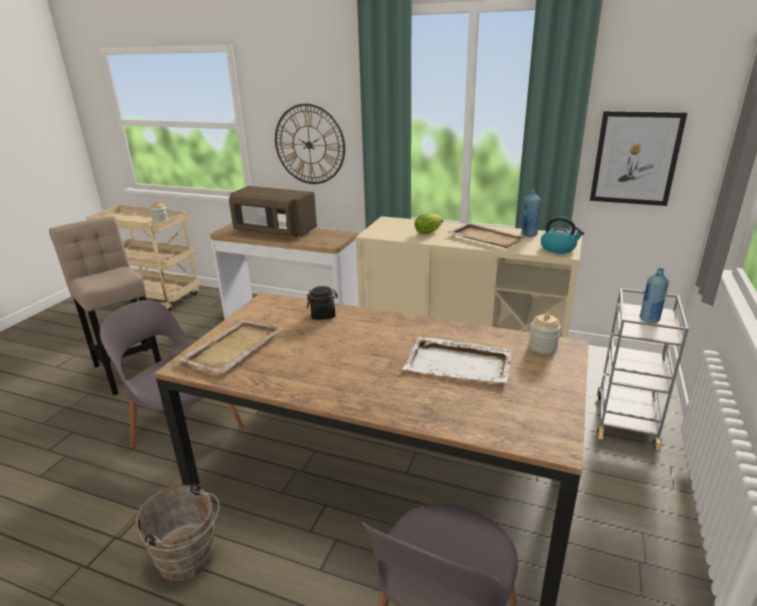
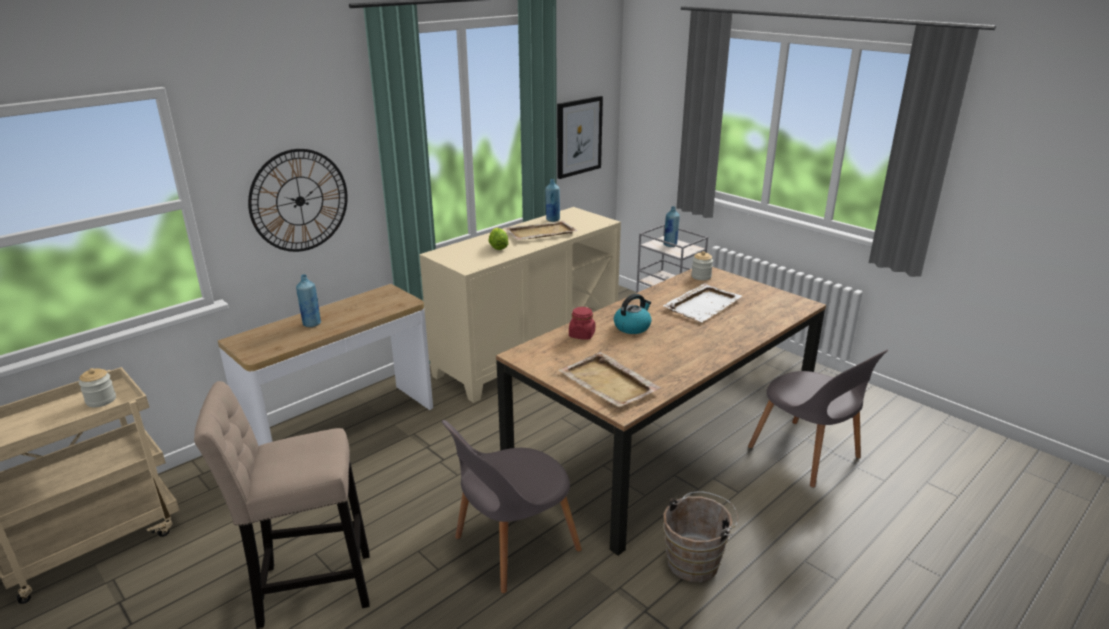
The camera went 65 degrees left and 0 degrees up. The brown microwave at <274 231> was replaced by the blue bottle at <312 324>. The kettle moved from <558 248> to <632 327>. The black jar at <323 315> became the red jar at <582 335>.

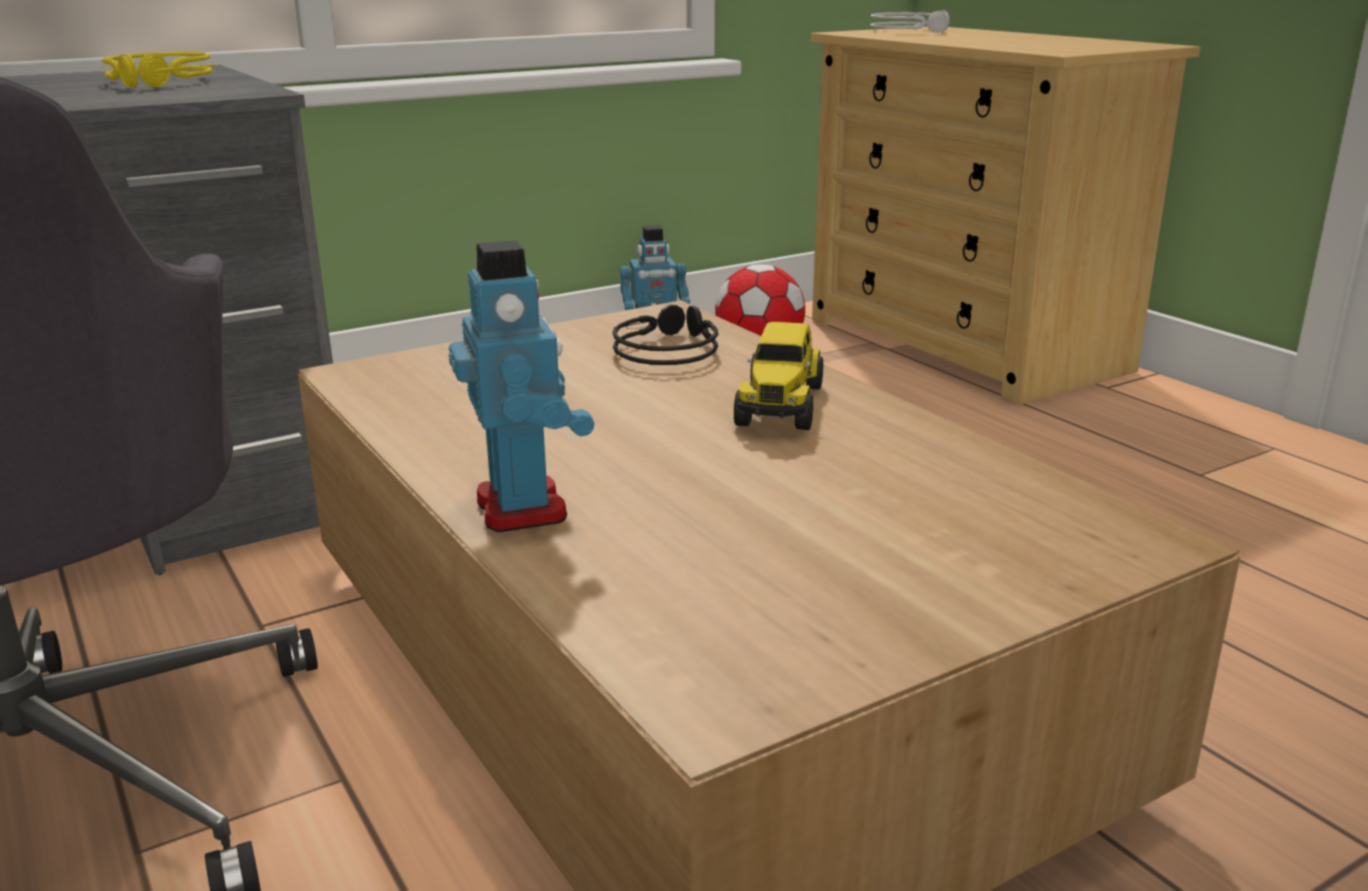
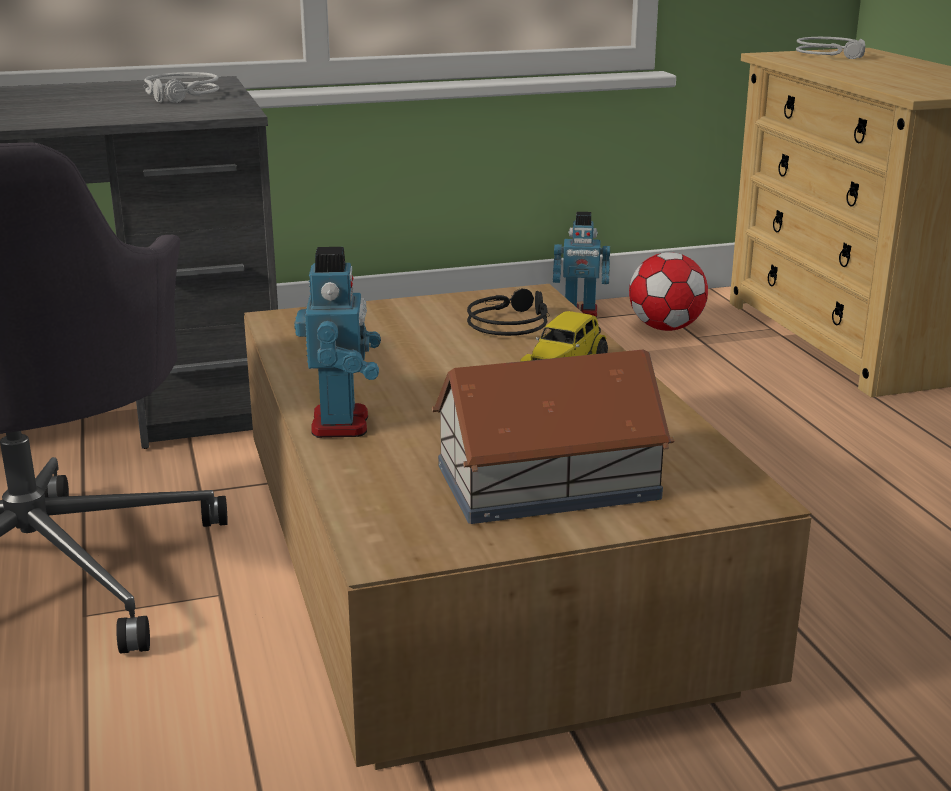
The camera went 15 degrees right and 0 degrees up. The yellow headphones at <161 82> became the grey headphones at <182 96>. The toy house at <544 481> appeared.

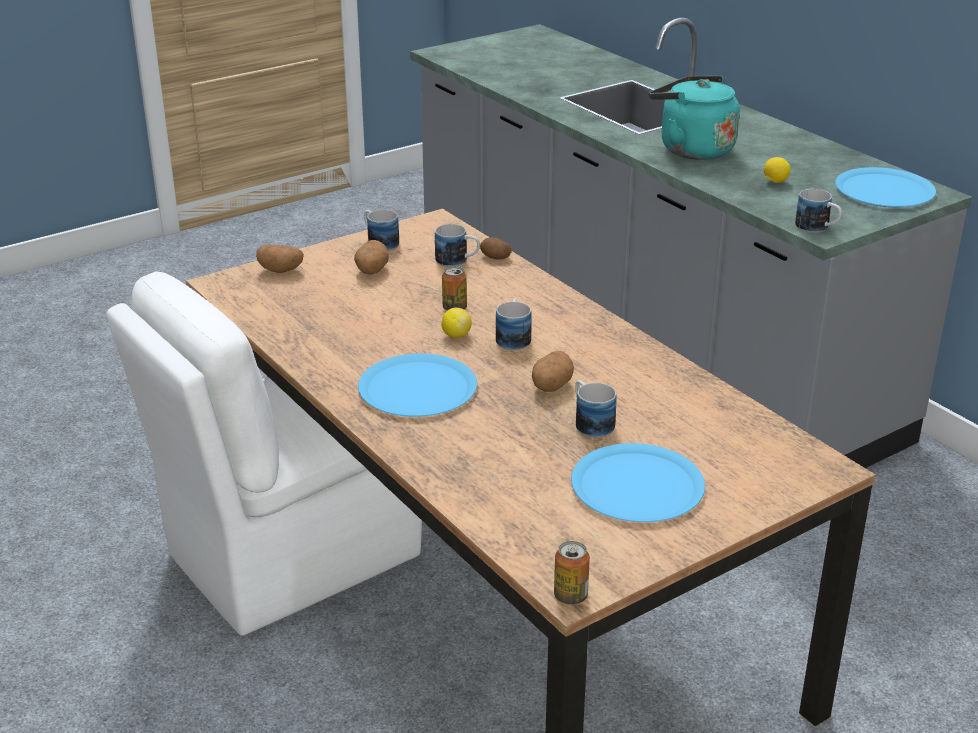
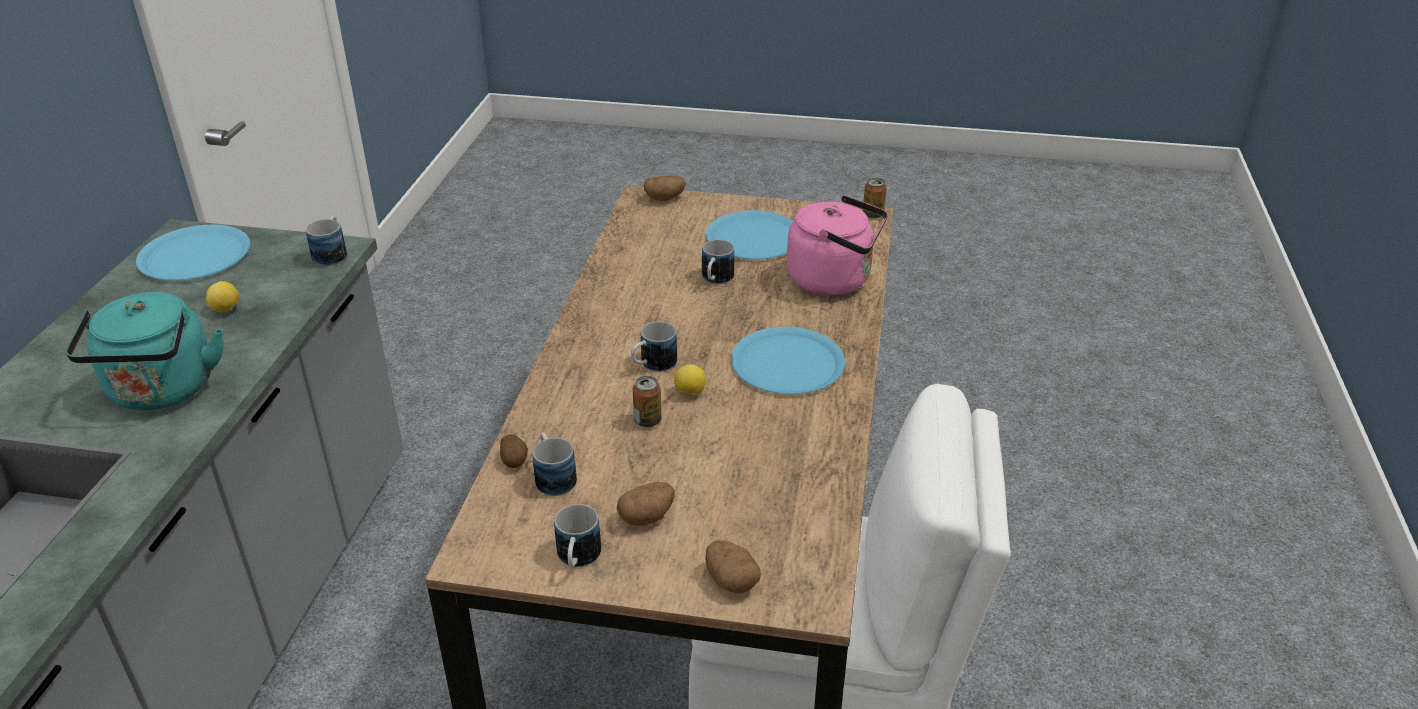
The camera went 135 degrees left and 5 degrees up. The potato moved from <551 387> to <665 198>. The pink kettle at <834 280> appeared.

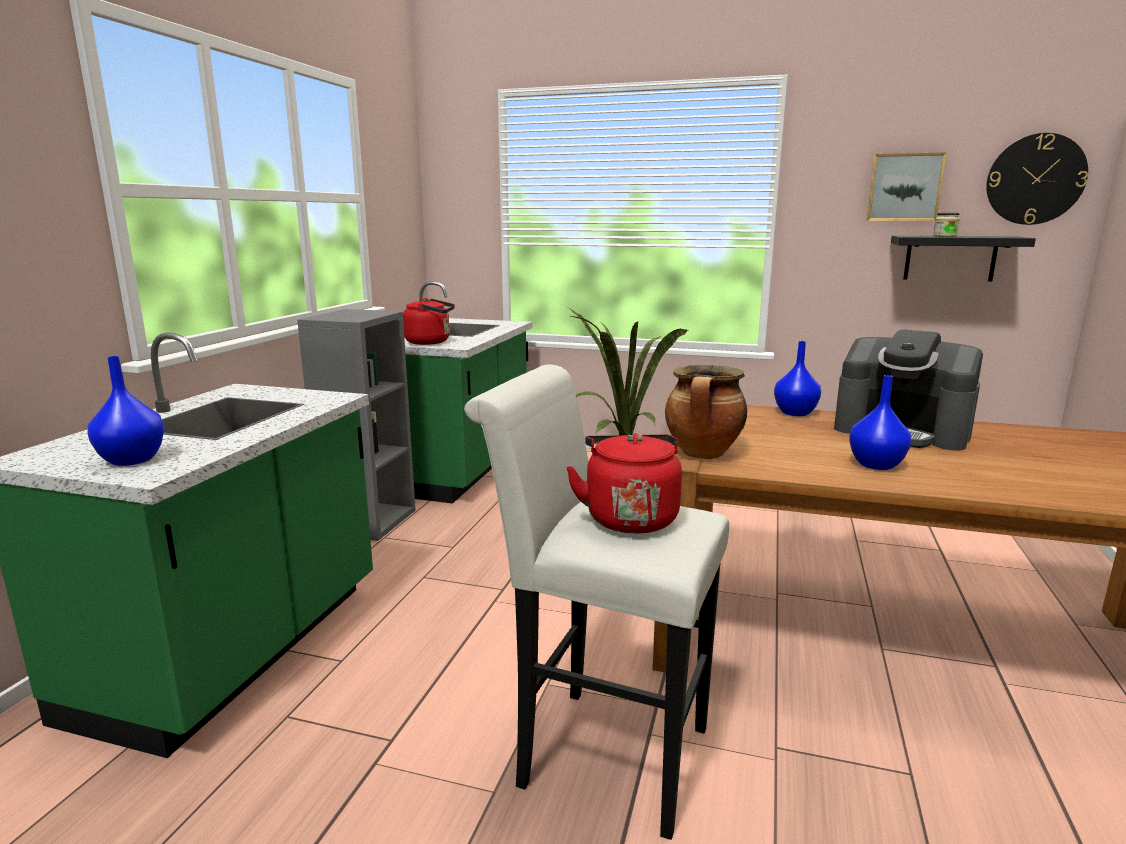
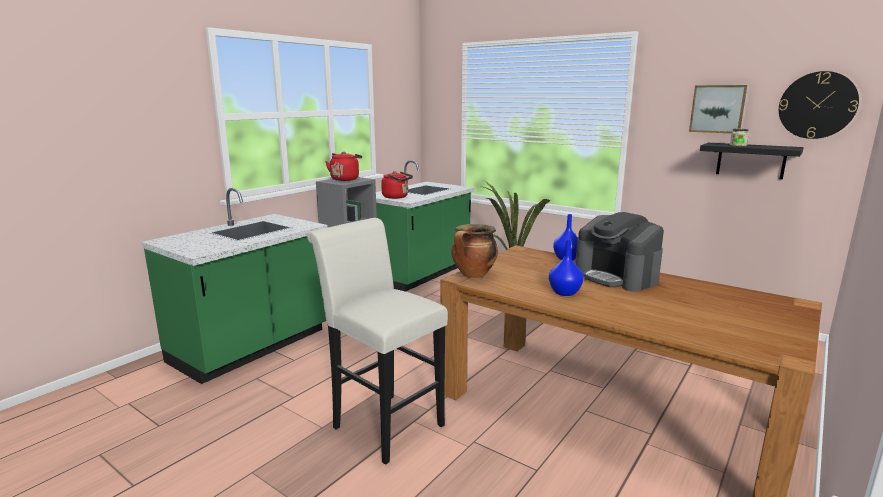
The camera went 20 degrees right and 0 degrees up. The blue vase at <132 459> disappeared. The red kettle moved from <629 517> to <345 179>.

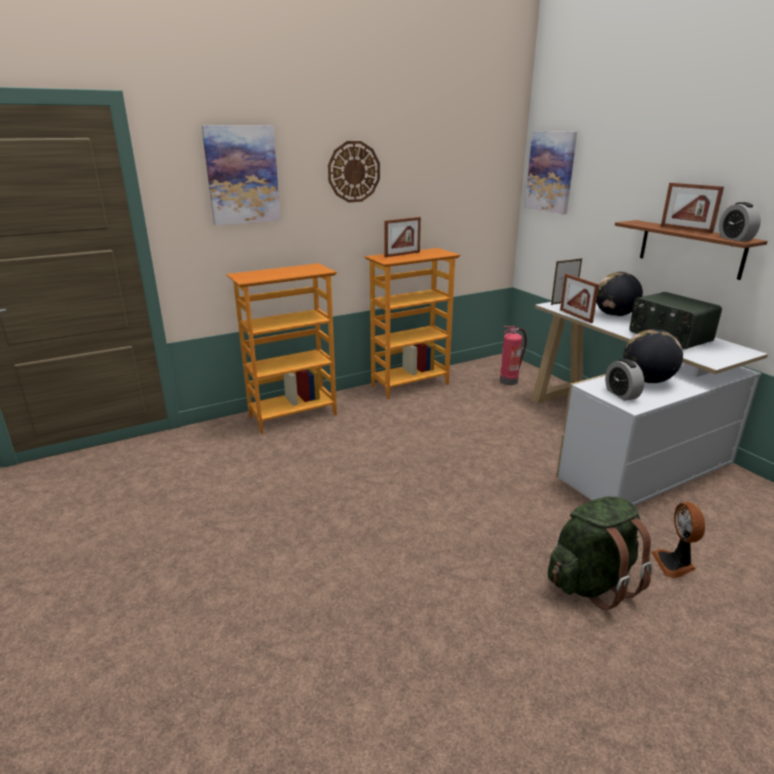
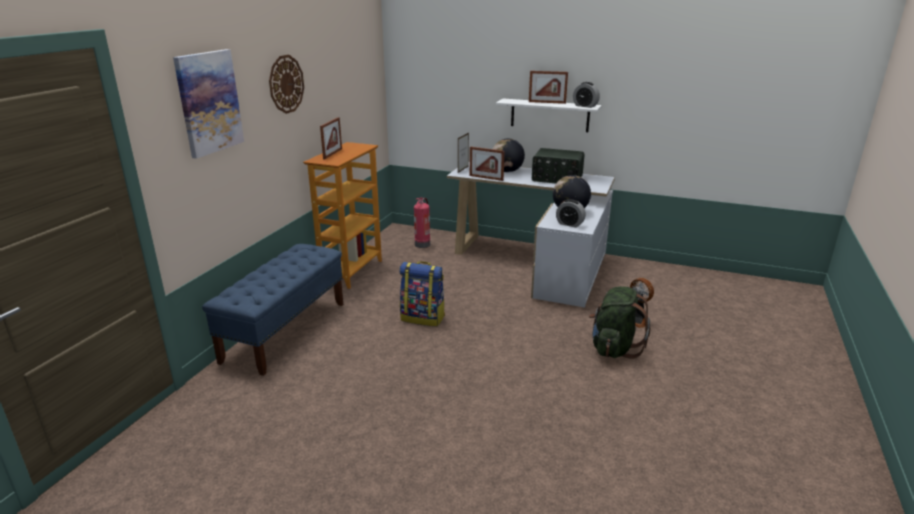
The camera went 40 degrees left and 0 degrees up. The picture at <551 172> disappeared. The brown shelf at <691 248> became the white shelf at <549 115>. The bookcase at <292 415> was replaced by the blue bench at <285 331>. The backpack at <423 318> appeared.

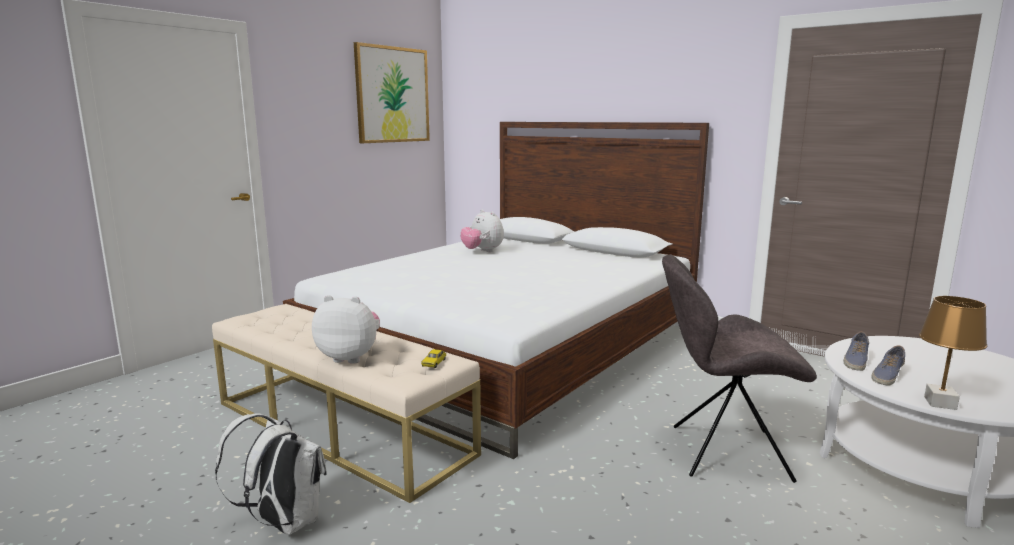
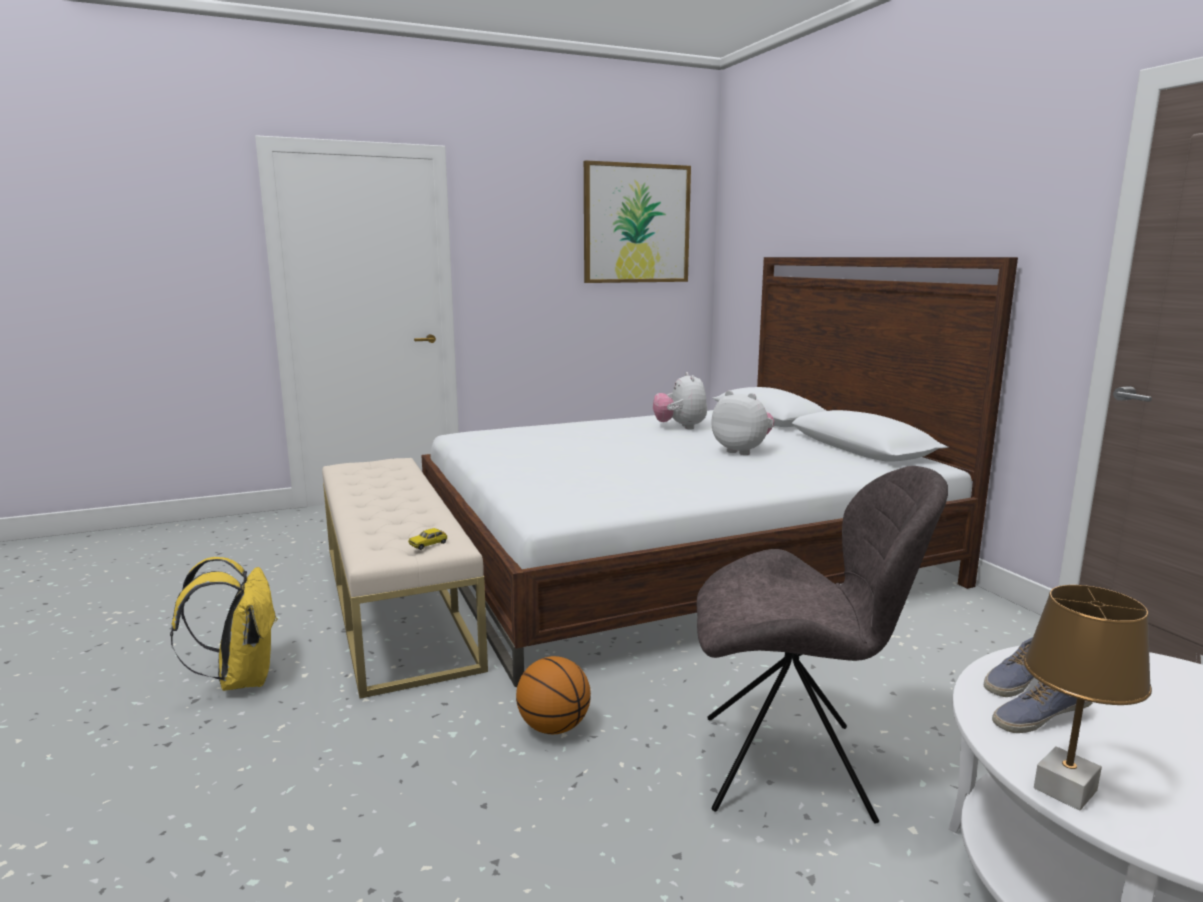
The camera went 30 degrees right and 0 degrees up. The grey chair at <724 452> turned 150 degrees clockwise. The plush toy moved from <350 357> to <742 451>. The white backpack at <283 522> became the yellow backpack at <241 679>. The basketball at <554 727> appeared.

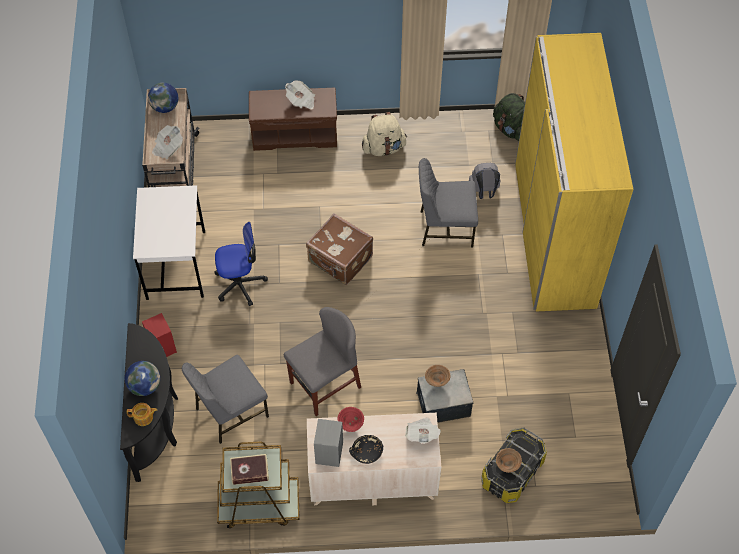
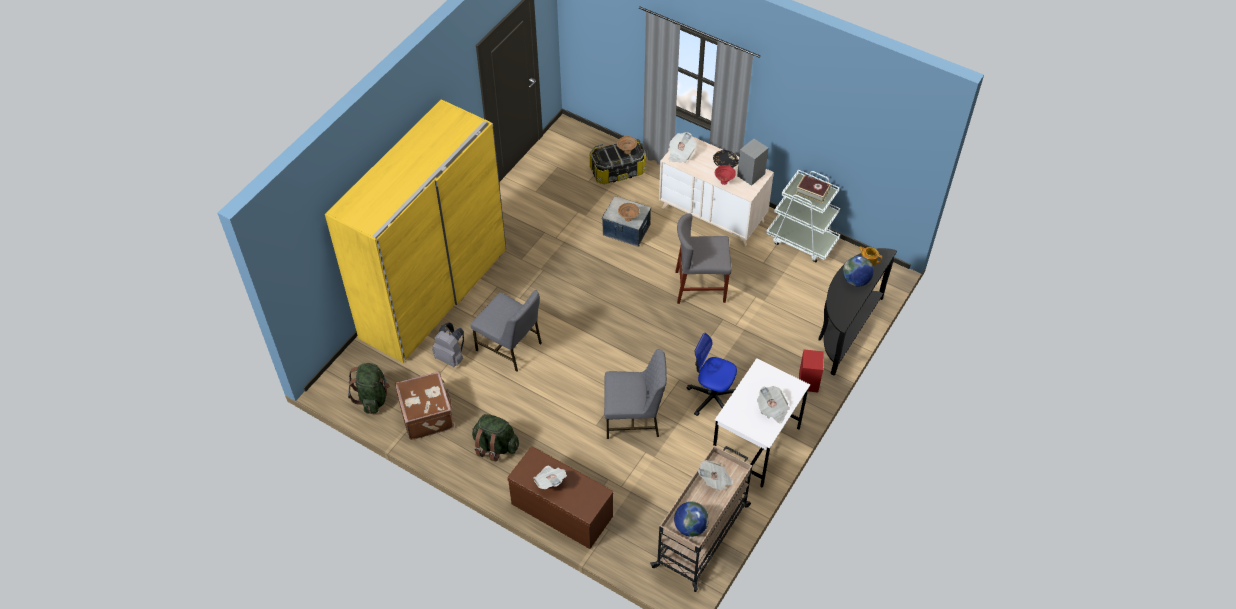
The camera went 145 degrees left and 5 degrees down. The beige backpack at <383 148> became the green backpack at <495 446>. The brown suitcase moved from <340 260> to <428 414>. The grey chair moved from <230 412> to <634 418>. The brown cart at <258 504> became the white cart at <802 240>. The newspaper at <772 409> appeared.

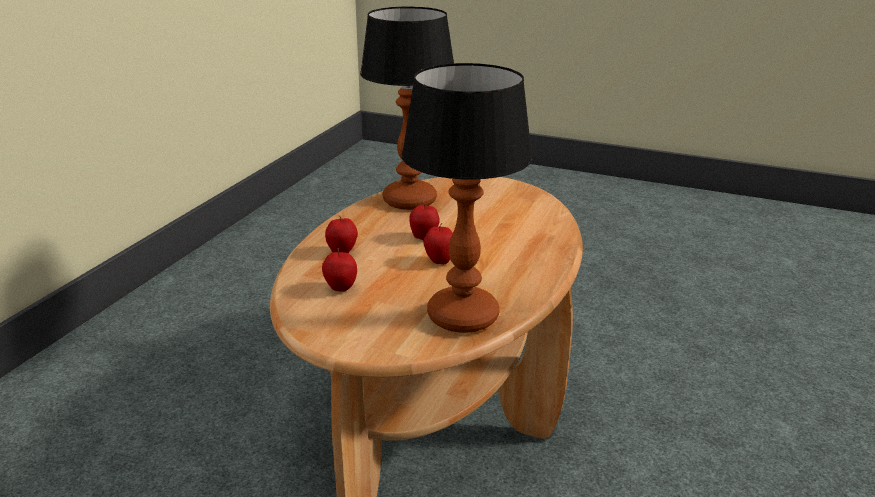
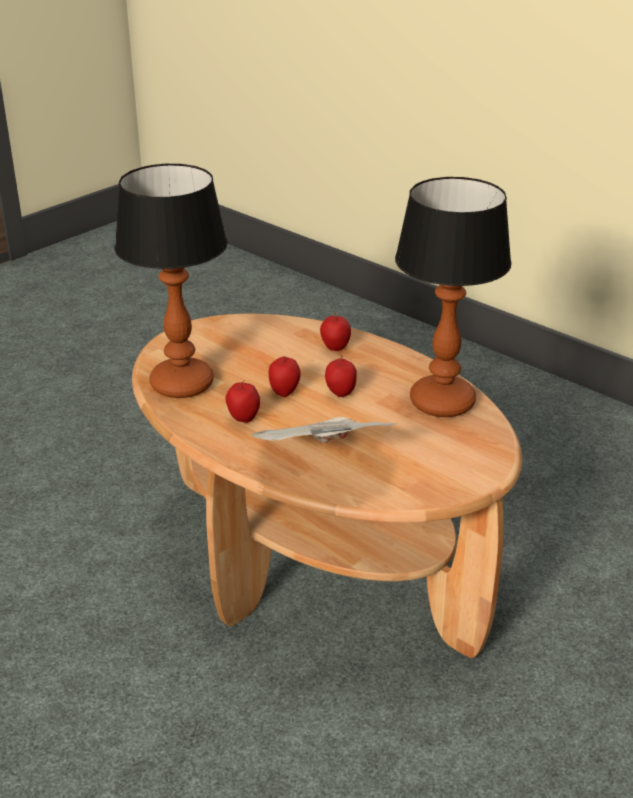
The camera went 110 degrees right and 5 degrees up. The apple moved from <340 289> to <243 419>. The newspaper at <324 461> appeared.

